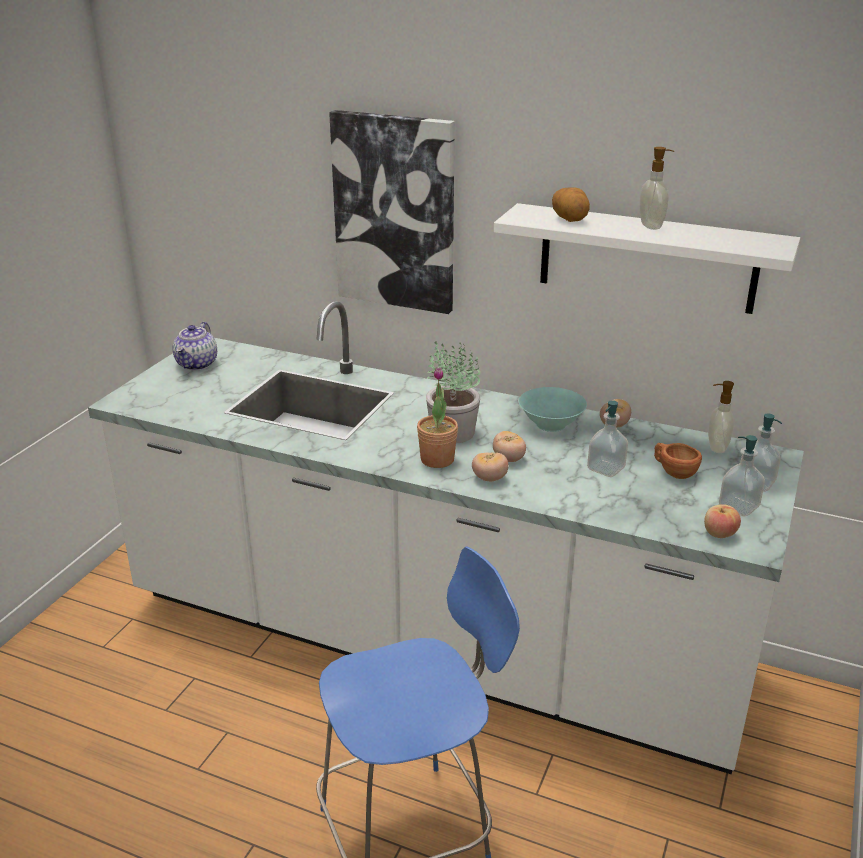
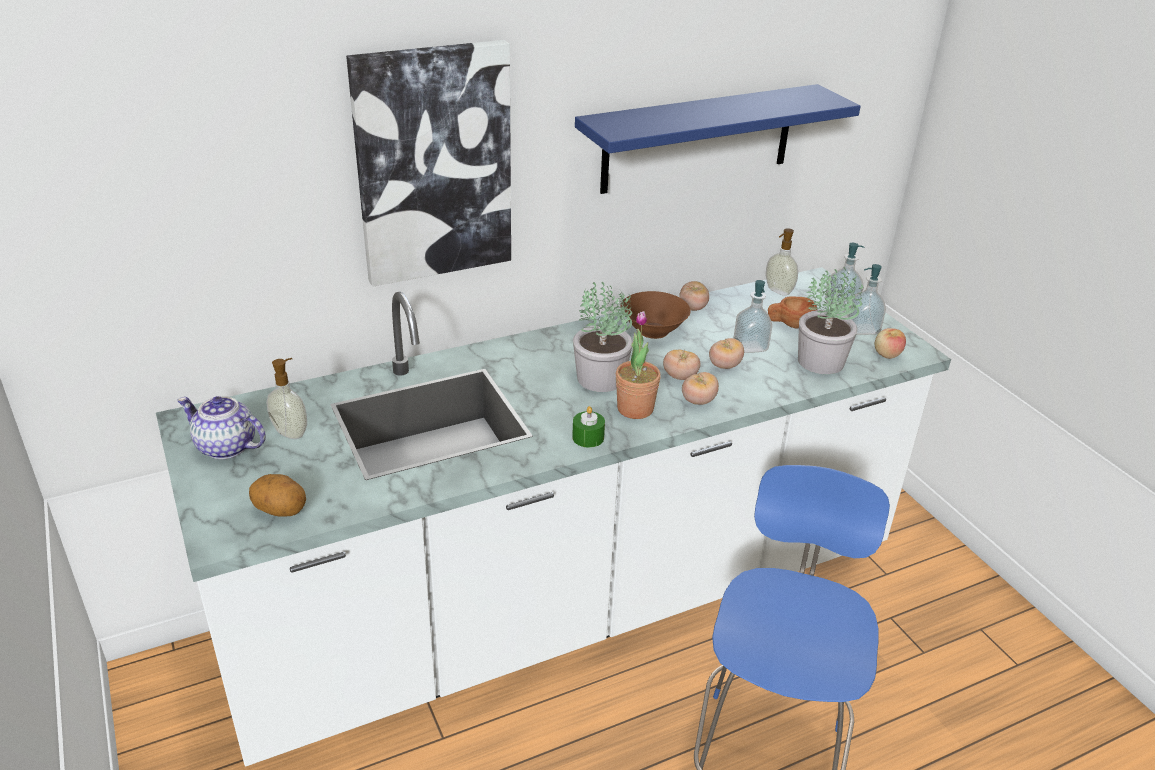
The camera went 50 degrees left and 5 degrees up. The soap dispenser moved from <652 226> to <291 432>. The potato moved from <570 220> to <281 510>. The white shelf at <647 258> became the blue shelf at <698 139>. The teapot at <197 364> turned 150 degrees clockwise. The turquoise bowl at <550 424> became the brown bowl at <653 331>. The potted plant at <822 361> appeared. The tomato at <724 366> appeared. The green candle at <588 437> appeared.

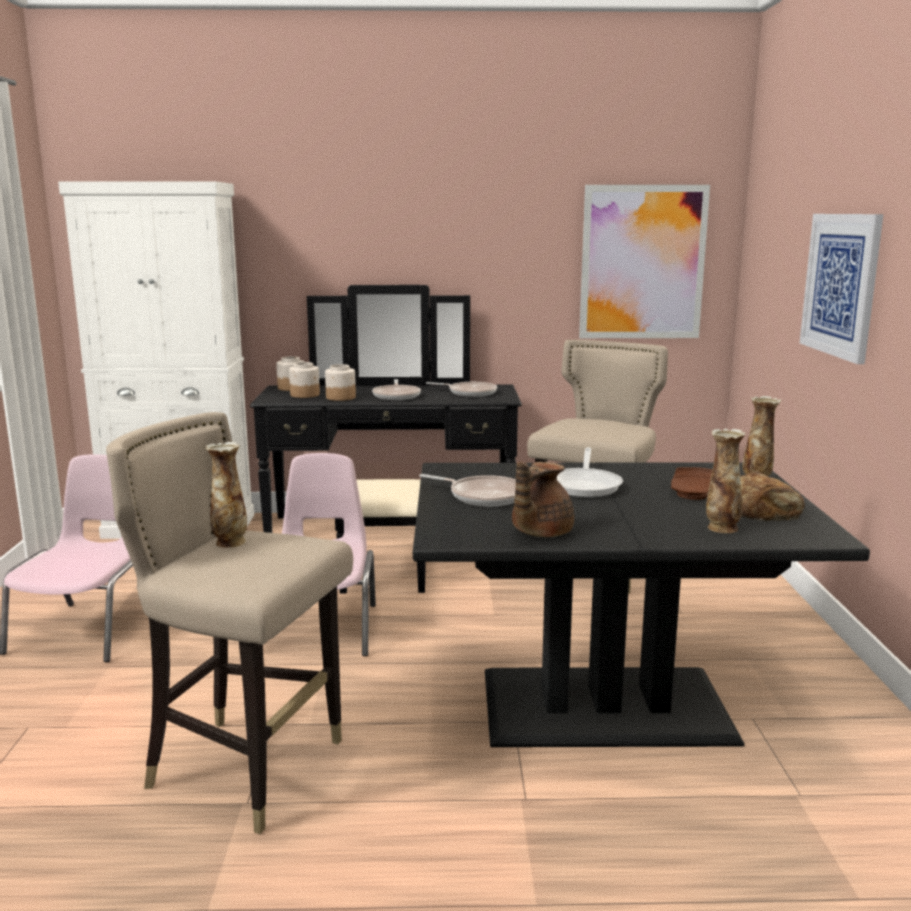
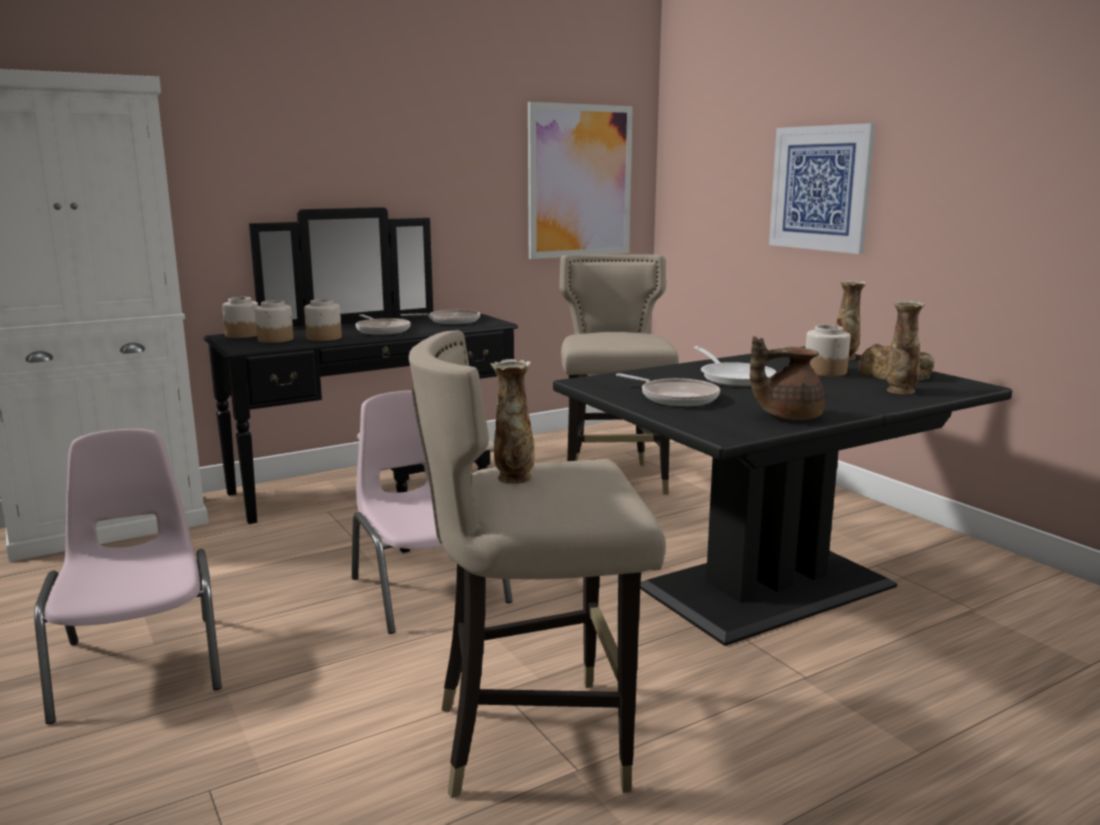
The camera went 30 degrees left and 0 degrees up. The brown teapot at <539 533> turned 75 degrees clockwise. The brown plate at <694 494> was replaced by the jar at <825 371>. The frying pan at <483 496> turned 45 degrees clockwise.

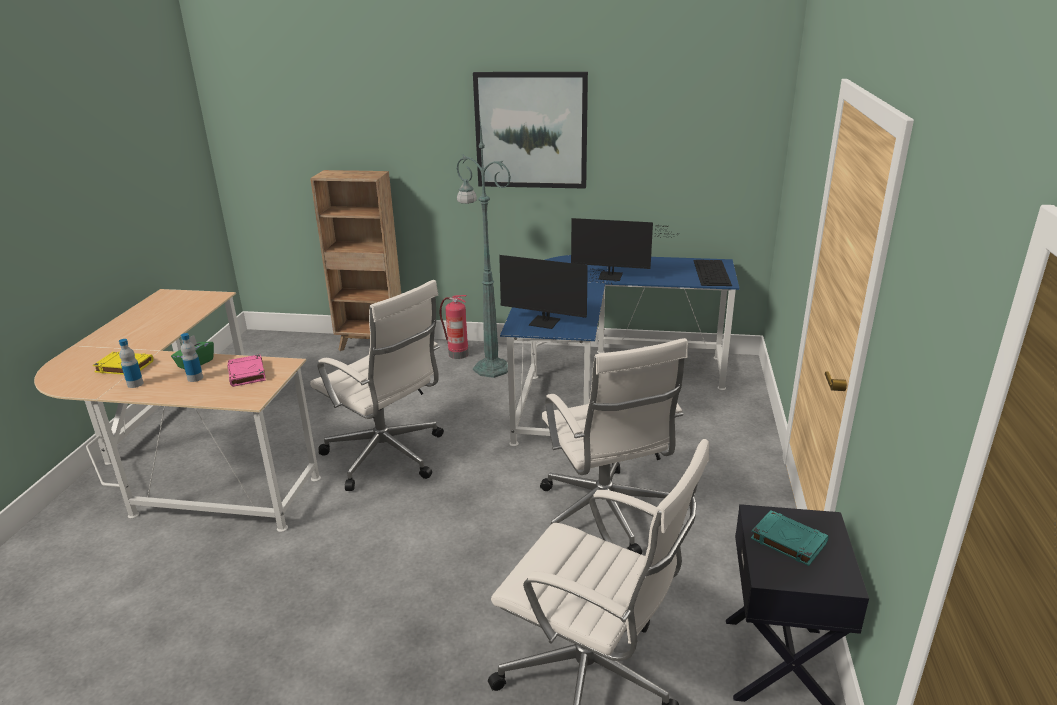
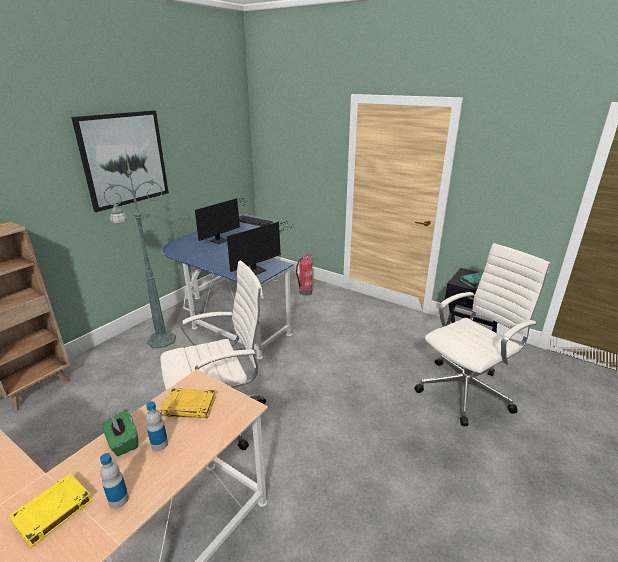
The camera went 65 degrees left and 0 degrees up. The fire extinguisher moved from <457 354> to <305 292>. The white office chair at <605 515> disappeared. The pink book at <247 374> became the yellow book at <190 406>.

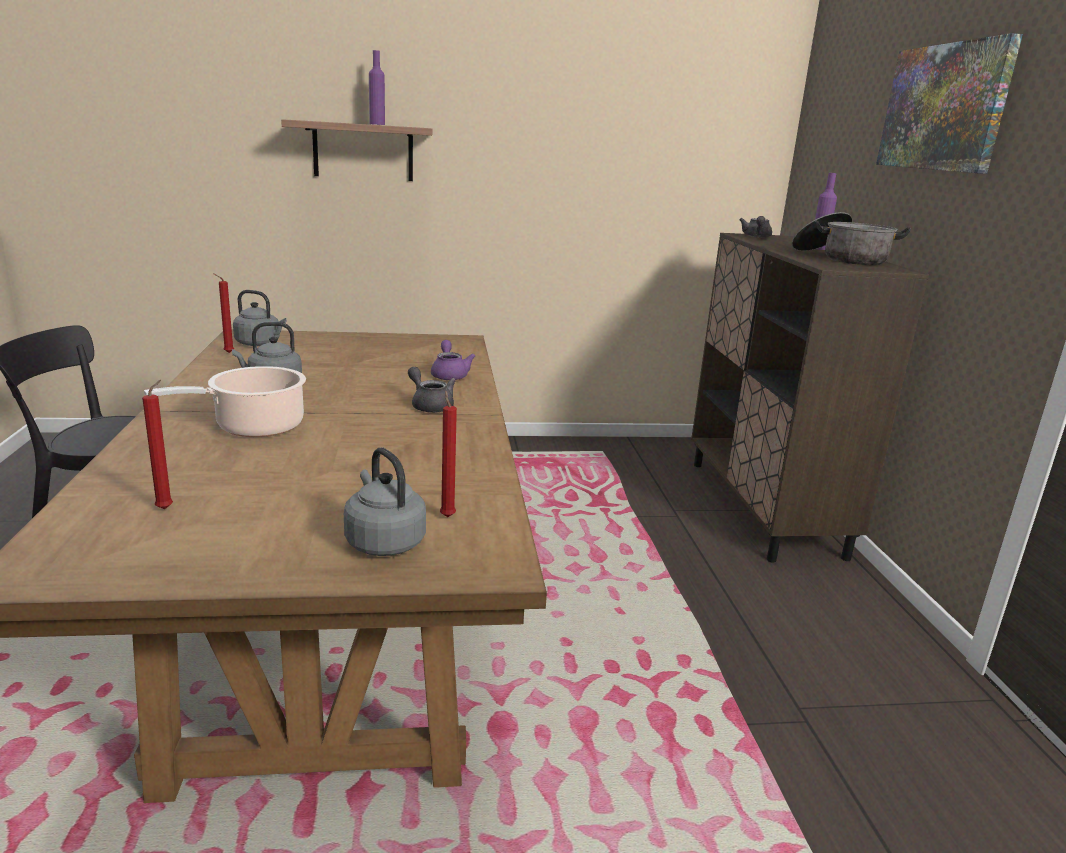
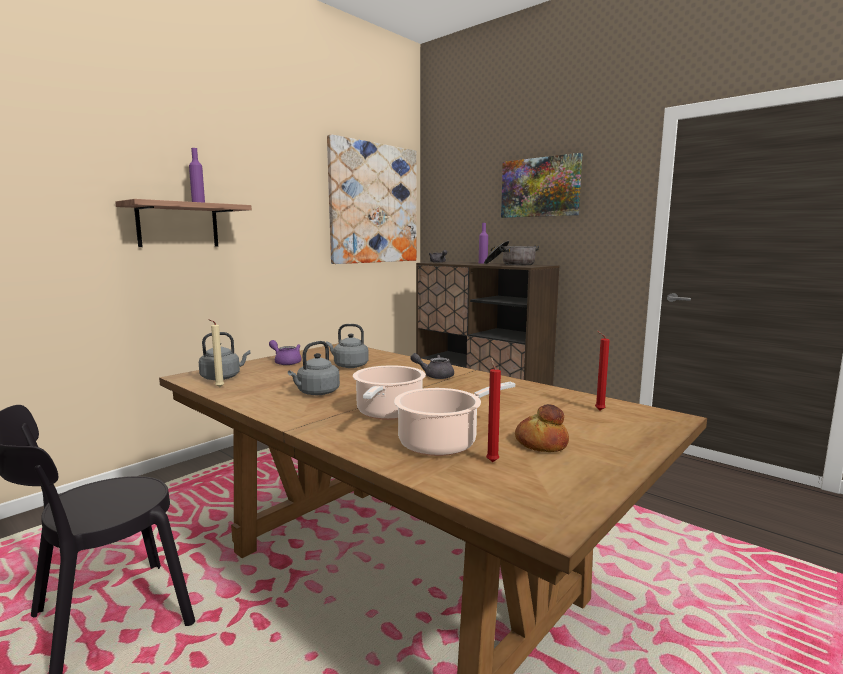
The camera went 40 degrees left and 10 degrees down. The red candle at <227 353> became the beige candle at <218 387>. The purple teapot moved from <449 374> to <286 362>. The grey kettle moved from <383 541> to <349 366>. The picture at <374 204> appeared. The cooking pot at <442 442> appeared. The bread at <540 443> appeared.

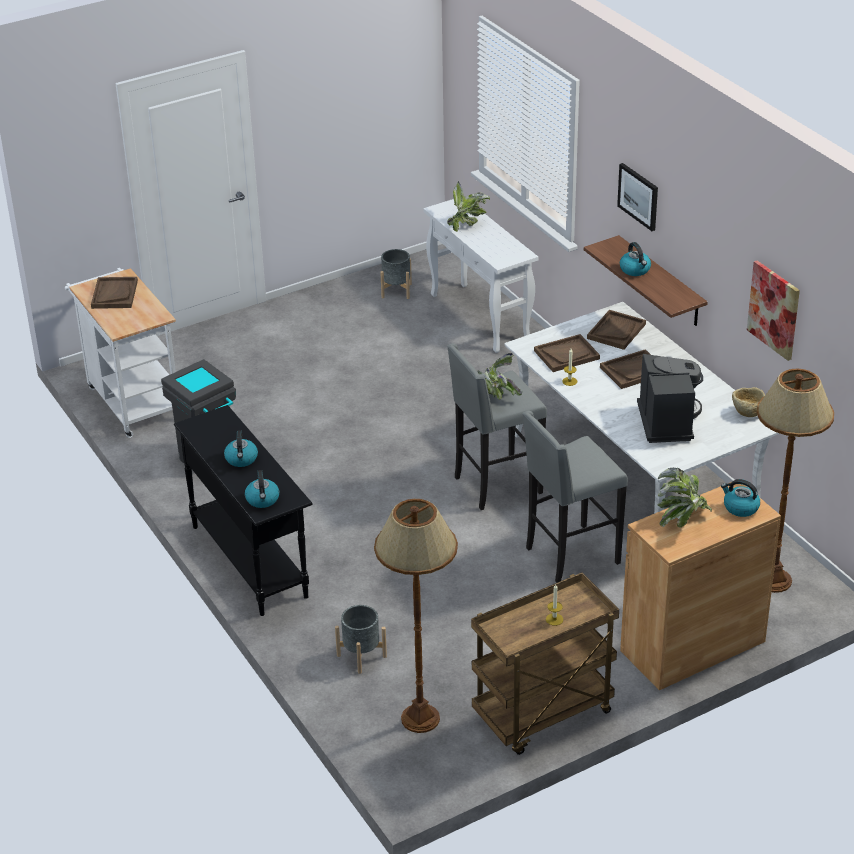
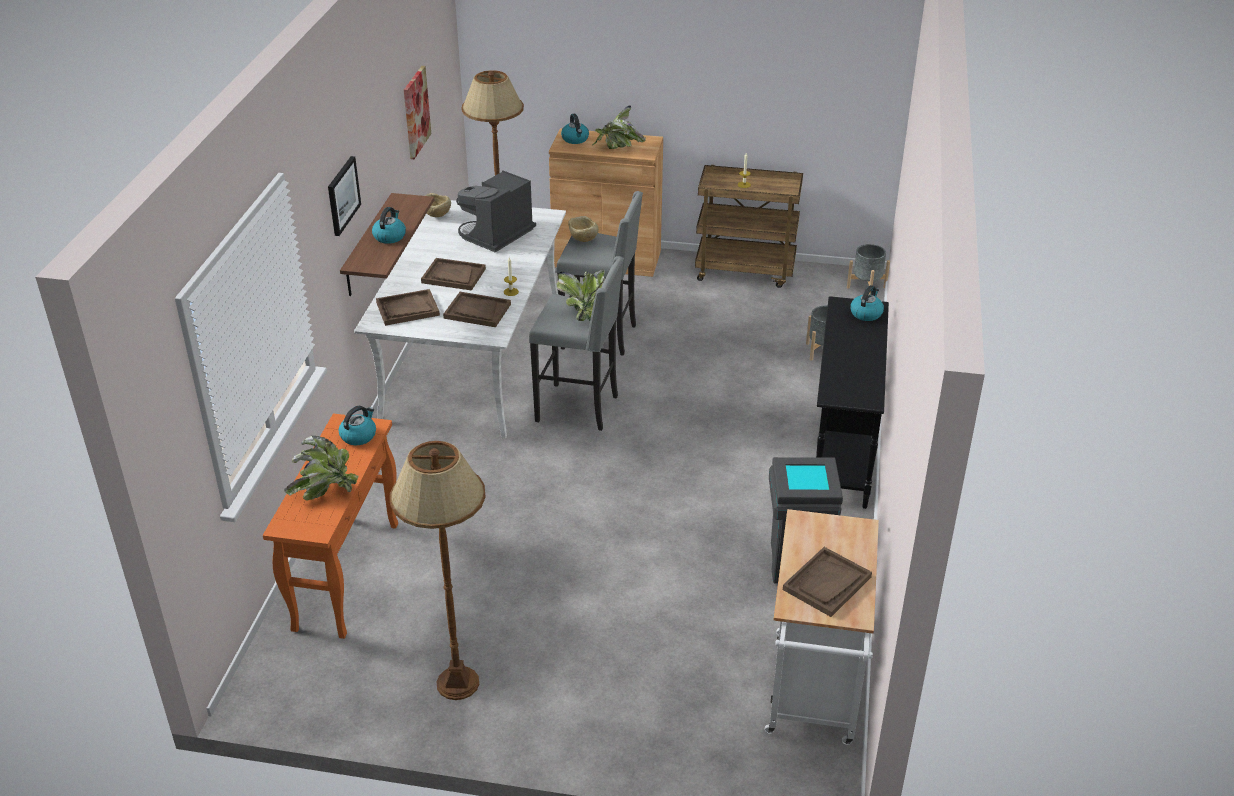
The camera went 140 degrees left and 0 degrees up. The white console table at <480 318> became the orange console table at <347 575>. The grey planter moved from <396 291> to <866 287>. The kettle moved from <241 459> to <358 436>. The brown floor lamp moved from <420 718> to <457 683>. The beige bowl at <583 240> appeared.

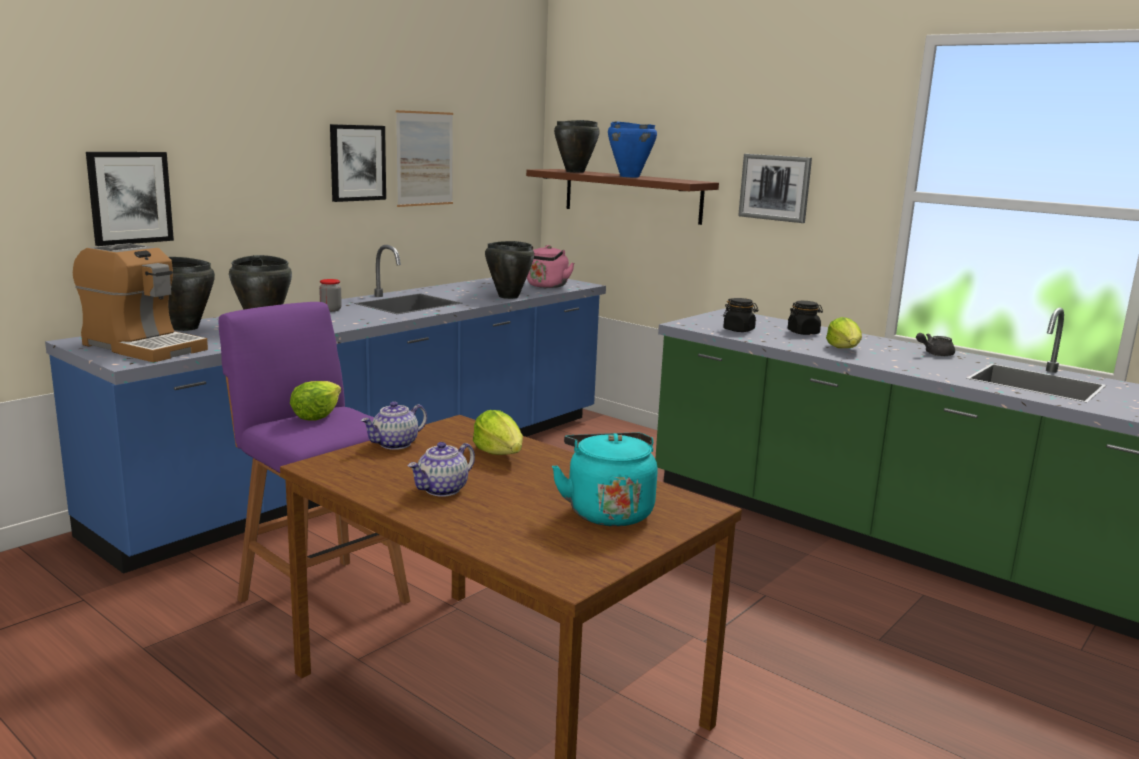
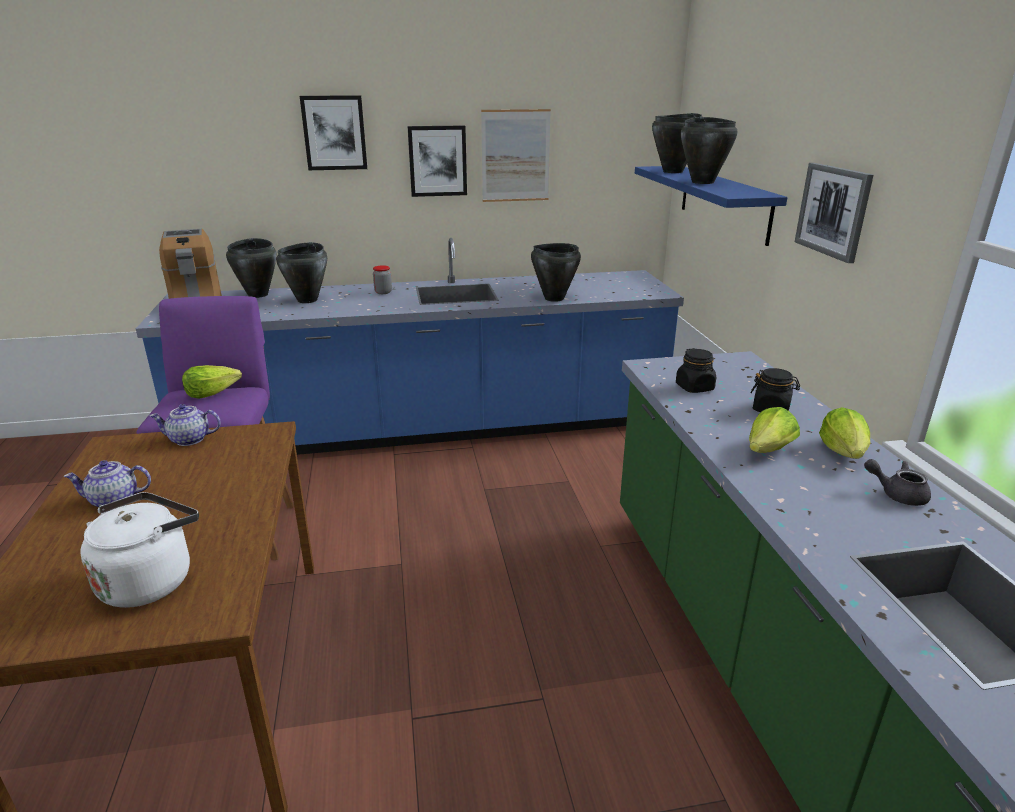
The camera went 40 degrees right and 10 degrees up. The blue cooking pot at <629 176> became the black cooking pot at <703 182>. The picture moved from <130 197> to <334 133>. The brown shelf at <632 195> became the blue shelf at <723 202>. The pink kettle at <545 286> disappeared. The lettuce moved from <500 454> to <844 452>. The turquoise kettle at <607 511> became the white kettle at <150 580>.

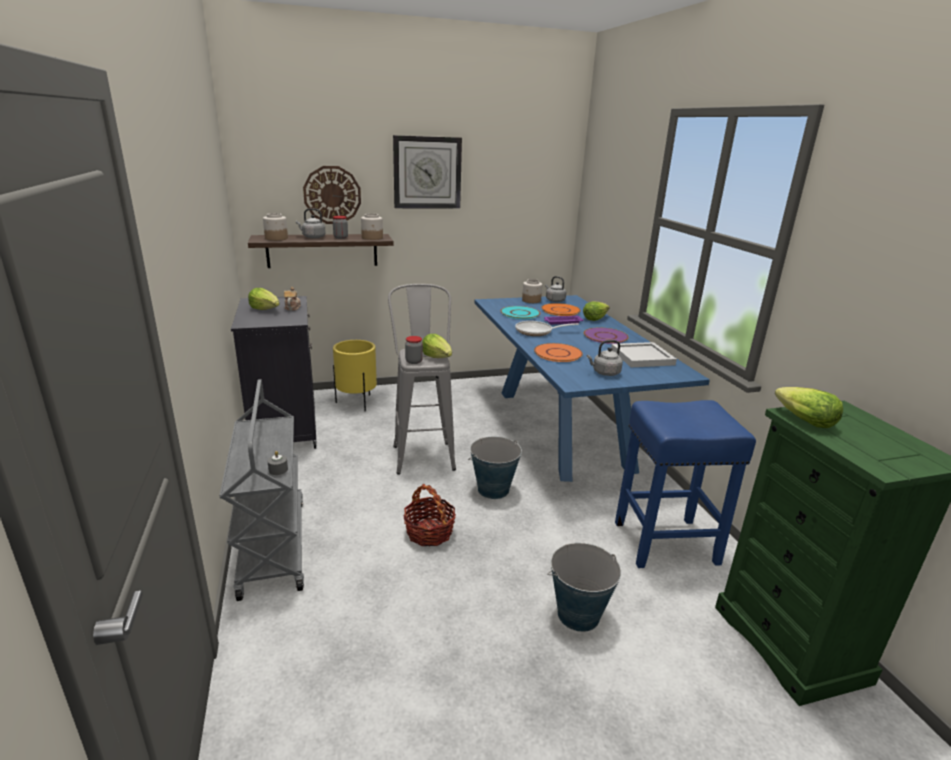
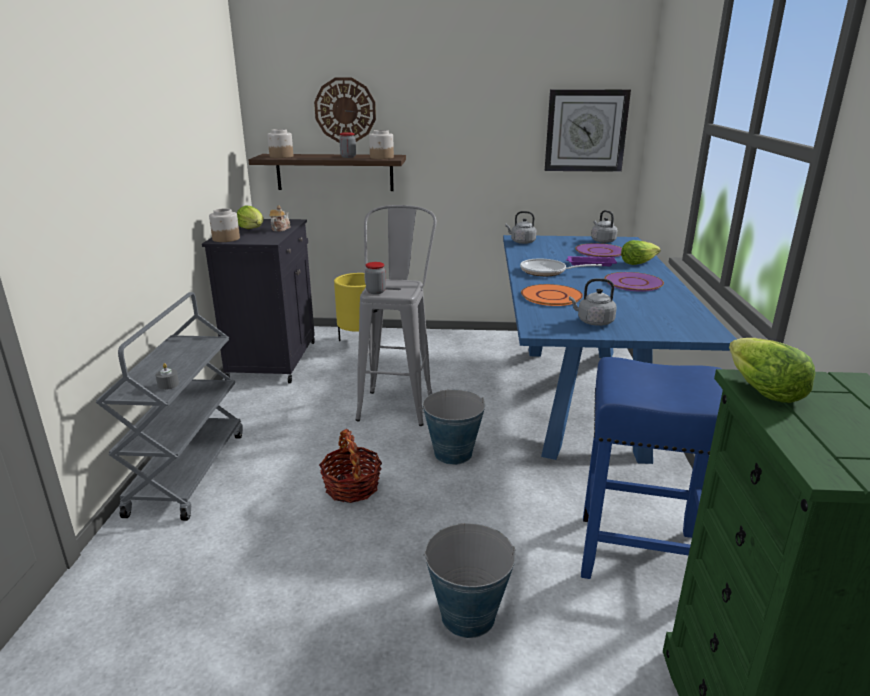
The camera went 20 degrees right and 0 degrees up. The wall clock moved from <427 173> to <586 131>. The grey kettle moved from <312 237> to <521 242>. The jar moved from <531 300> to <226 239>. The orange plate at <560 310> became the purple plate at <599 251>. The turquoise plate at <520 313> disappeared. The lettuce at <437 357> disappeared. The white tray at <643 357> disappeared.

